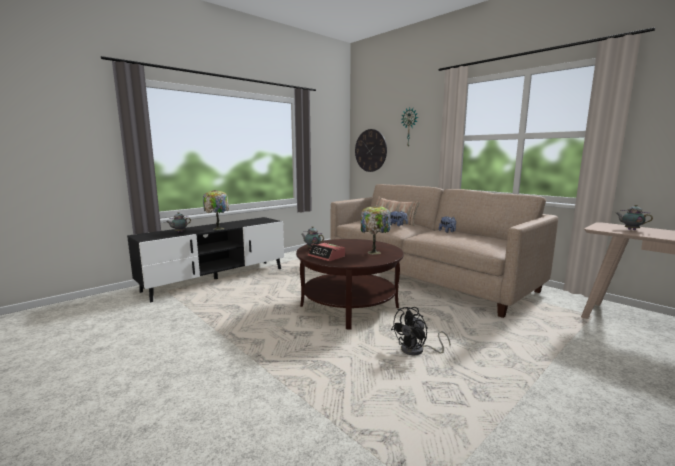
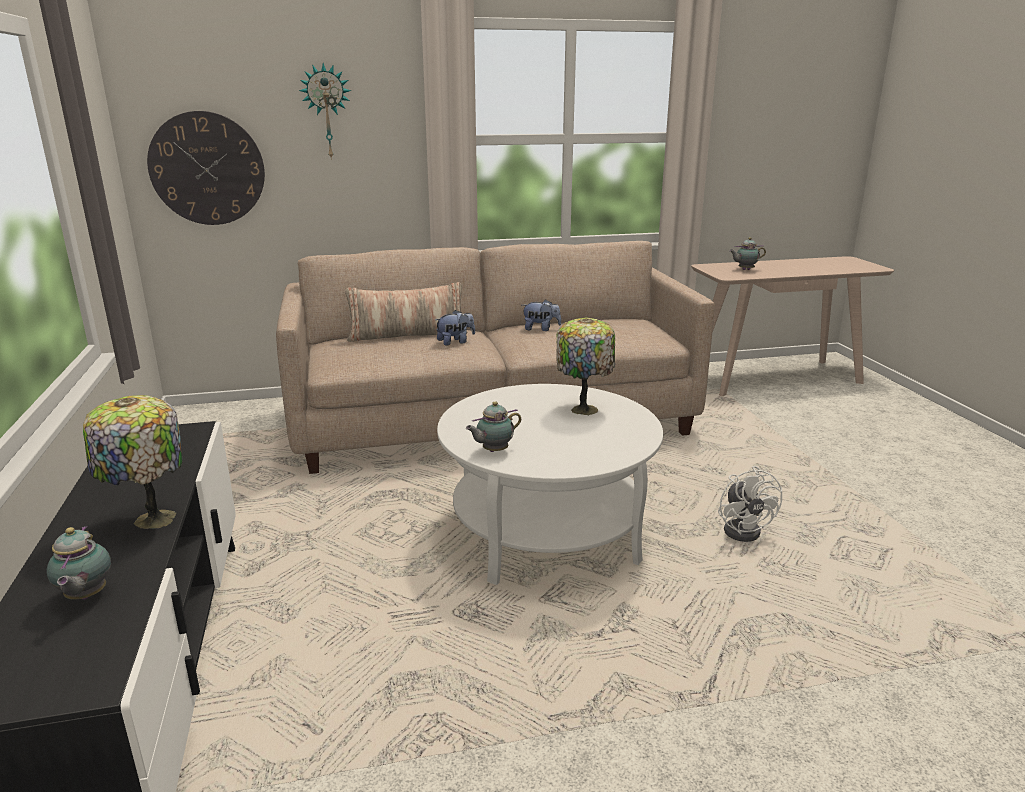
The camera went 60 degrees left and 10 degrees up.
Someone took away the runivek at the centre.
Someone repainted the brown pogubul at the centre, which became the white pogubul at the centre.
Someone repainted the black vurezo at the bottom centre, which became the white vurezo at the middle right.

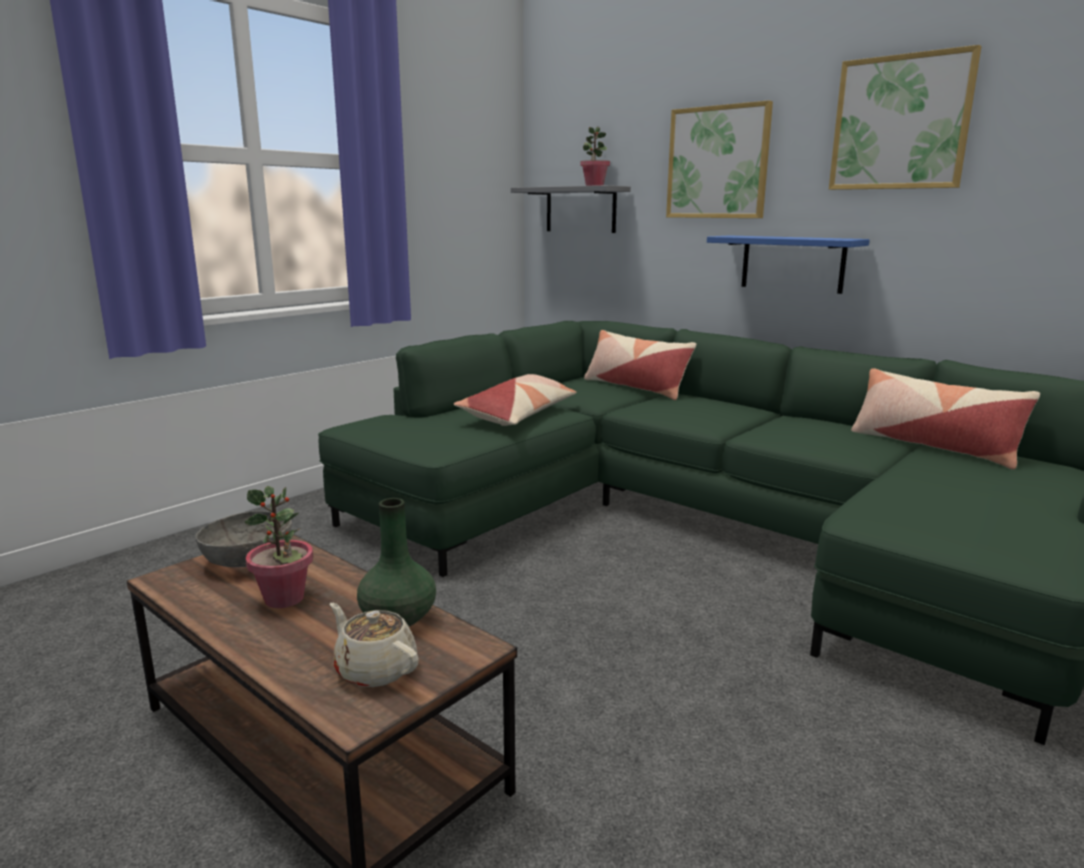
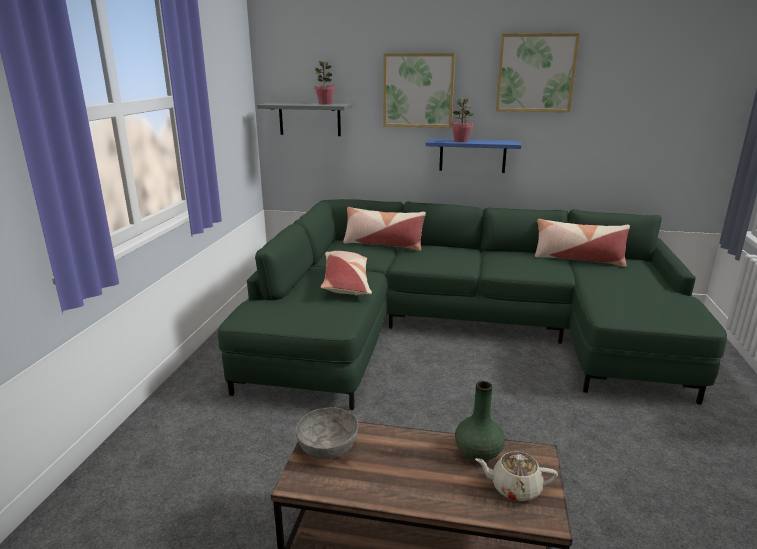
The camera went 30 degrees left and 5 degrees up.
Someone carried the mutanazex (no. 1 from left in the first image) from the middle left to the top centre.

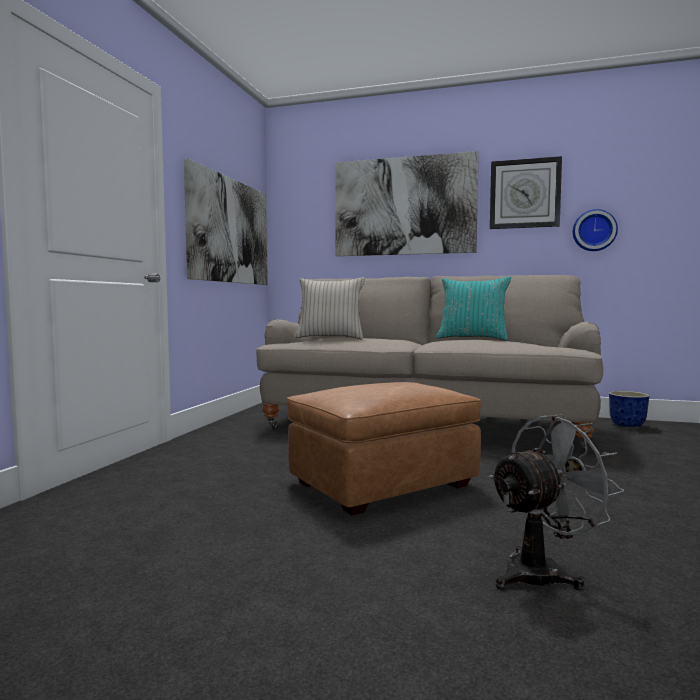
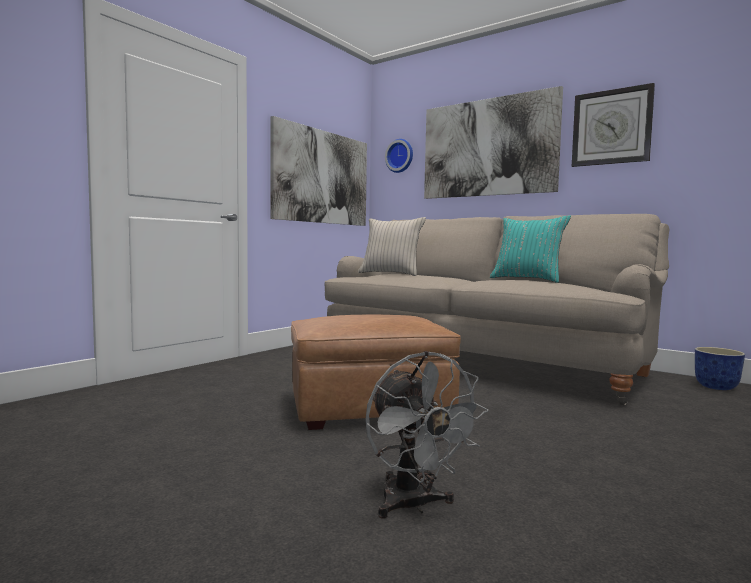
The camera went 20 degrees right and 0 degrees up.
Someone carried the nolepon (no. 2 from left in the first image) from the top right to the top centre.
Someone rotated the grey vurezo at the bottom right by 75 degrees clockwise.

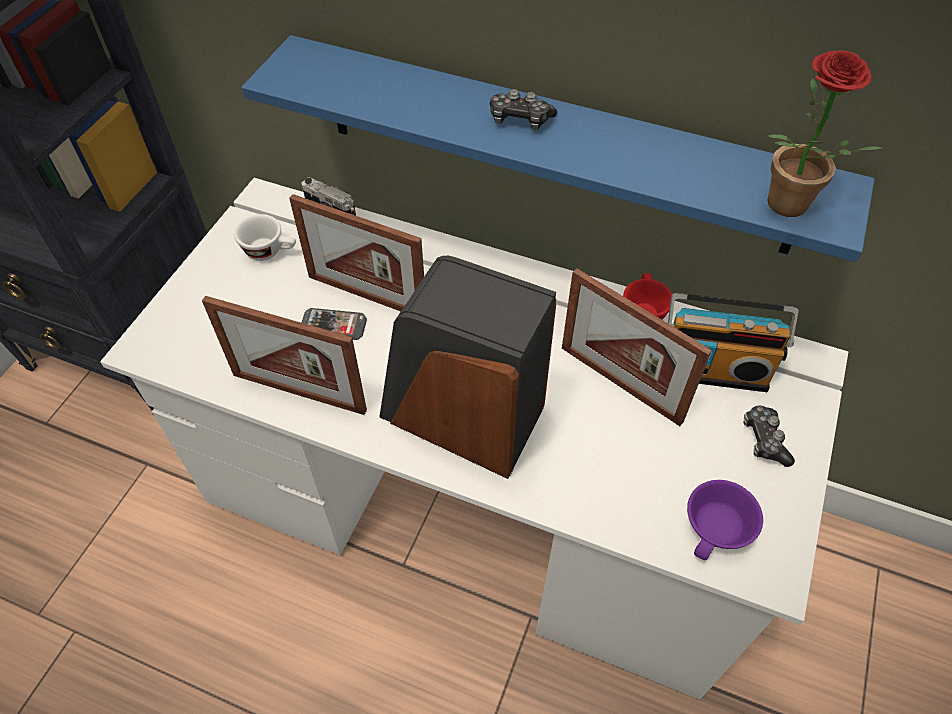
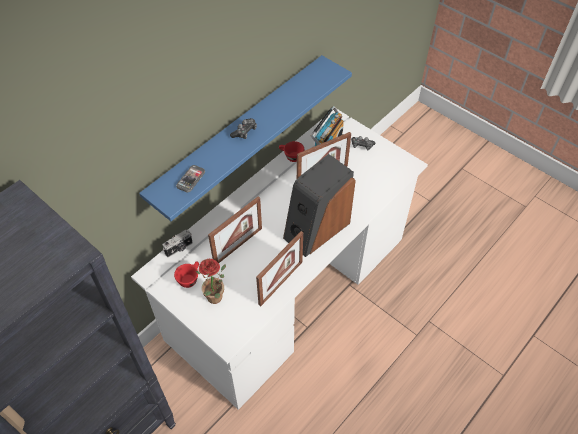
The camera went 70 degrees left and 0 degrees up.
Someone took away the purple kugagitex at the bottom right.
Someone carried the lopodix from the centre to the middle left.
Someone carried the mutanazex from the top right to the centre.
Someone repainted the white kugagitex at the top left, which became the red kugagitex (no. 1 from left) at the middle left.

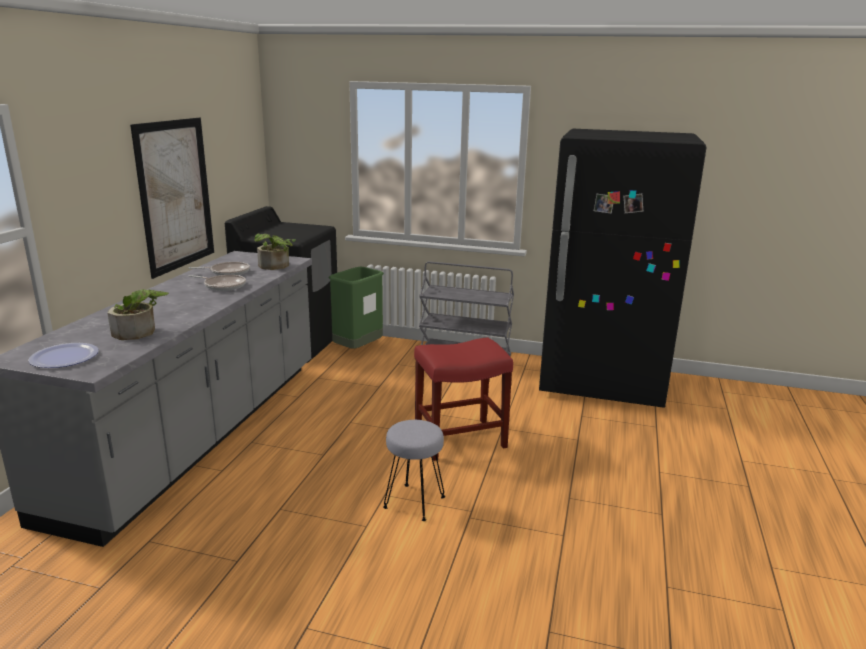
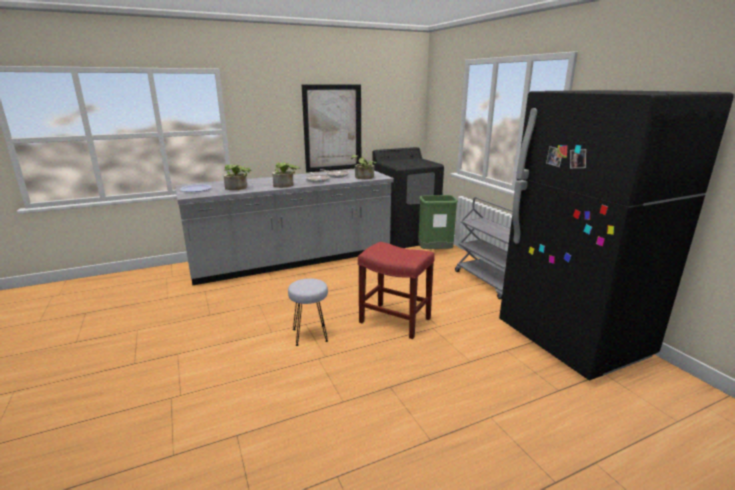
The camera went 50 degrees right and 0 degrees up.
Someone put down the mutanazex (no. 2 from left) at the centre.

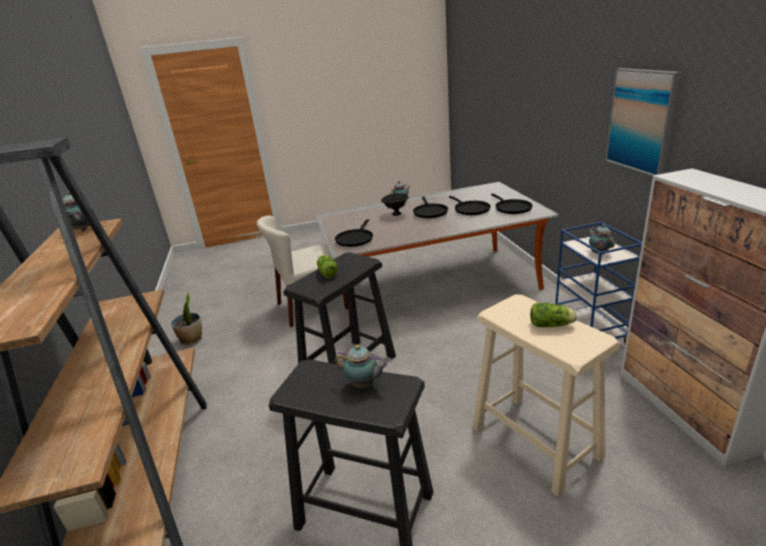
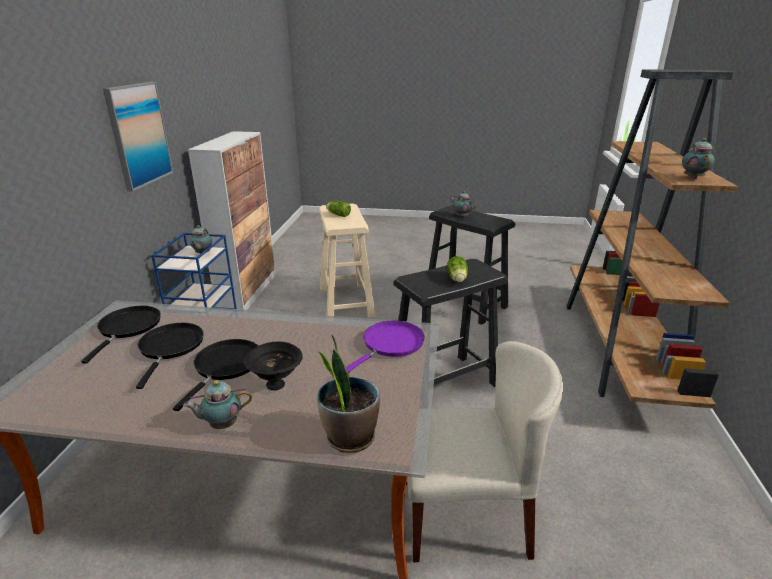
The camera went 160 degrees left and 0 degrees up.
Someone carried the mutanazex from the middle left to the bottom centre.
Someone repainted the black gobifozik (no. 1 from left) at the centre, which became the purple gobifozik at the centre.

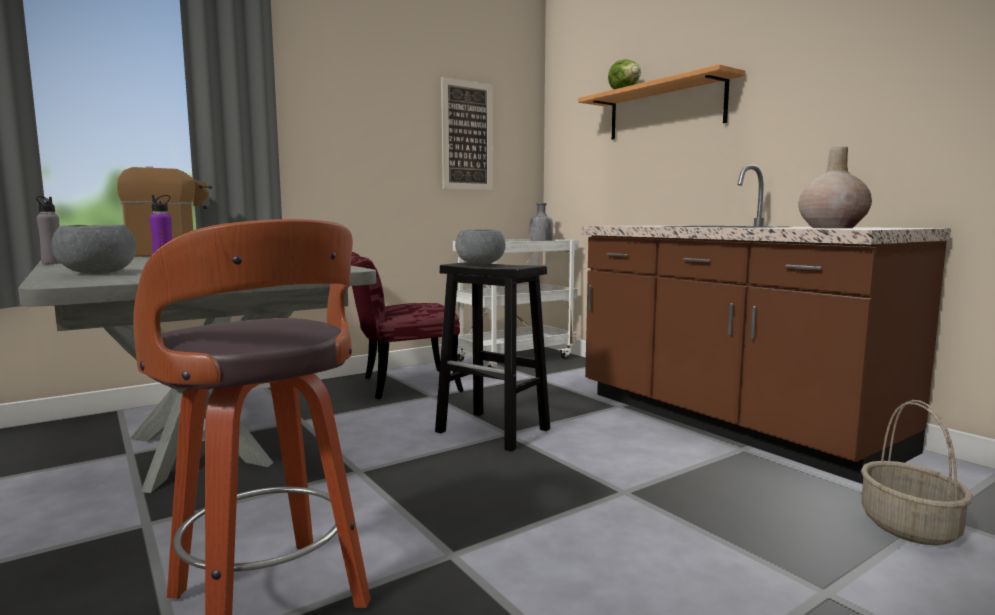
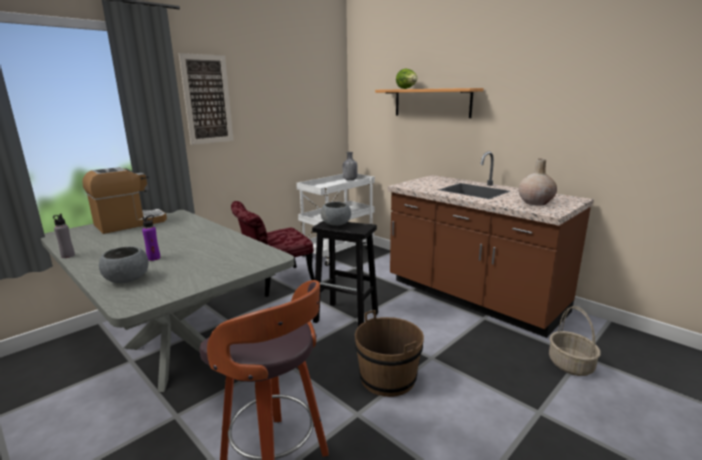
The camera went 10 degrees left and 10 degrees up.
Someone put down the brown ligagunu at the bottom centre.
Someone carried the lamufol from the top centre to the top left.

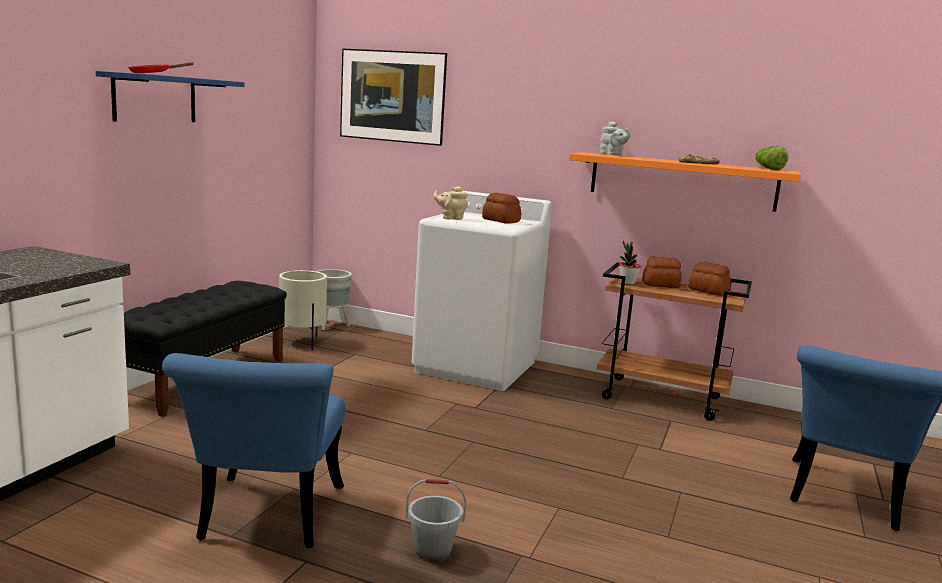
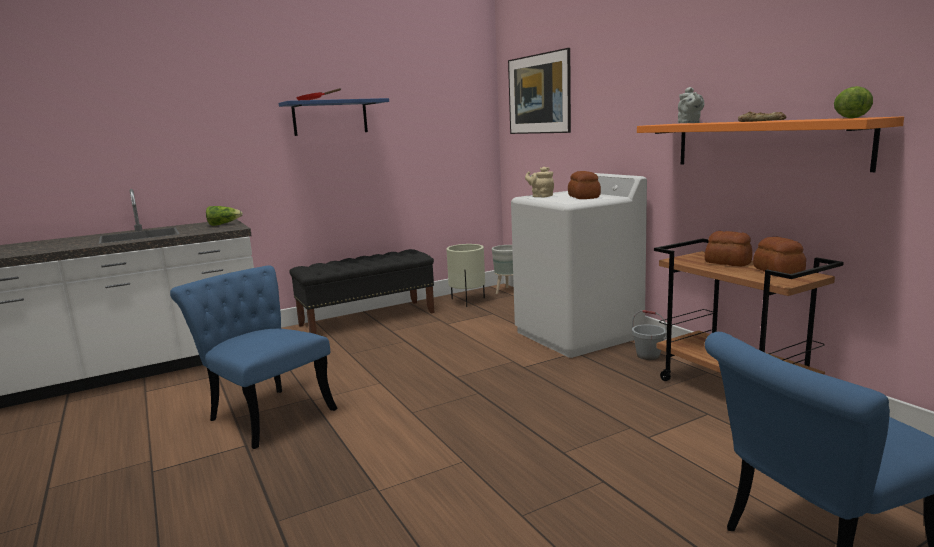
The camera went 40 degrees right and 0 degrees up.
Someone took away the mutanazex at the middle right.
Someone put down the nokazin (no. 1 from left) at the middle left.
Someone carried the grey ligagunu from the bottom centre to the middle right.
Someone rotated the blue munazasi (no. 1 from left) at the bottom left by 90 degrees clockwise.

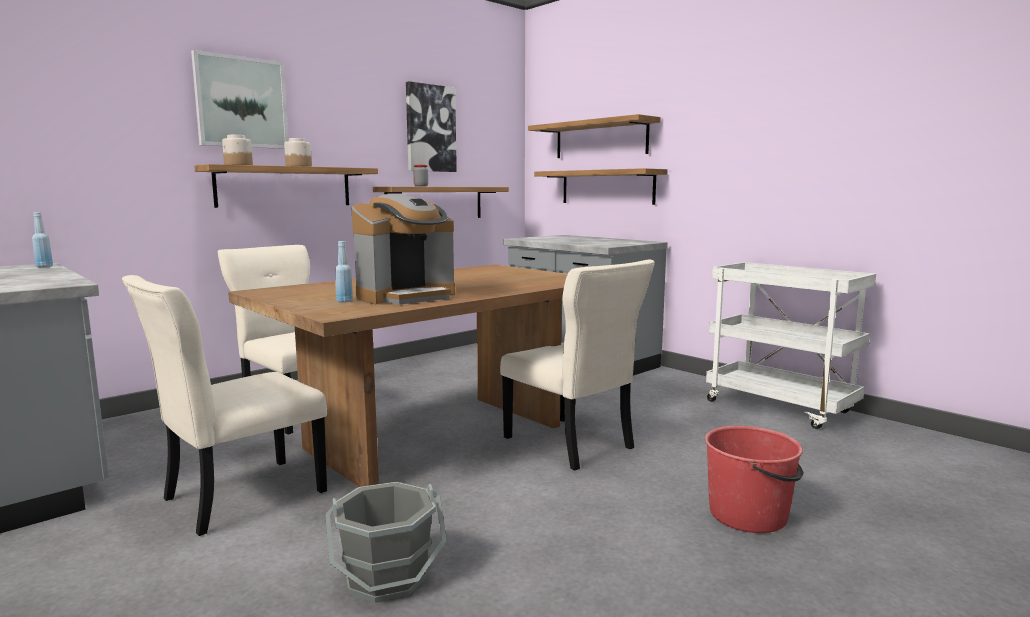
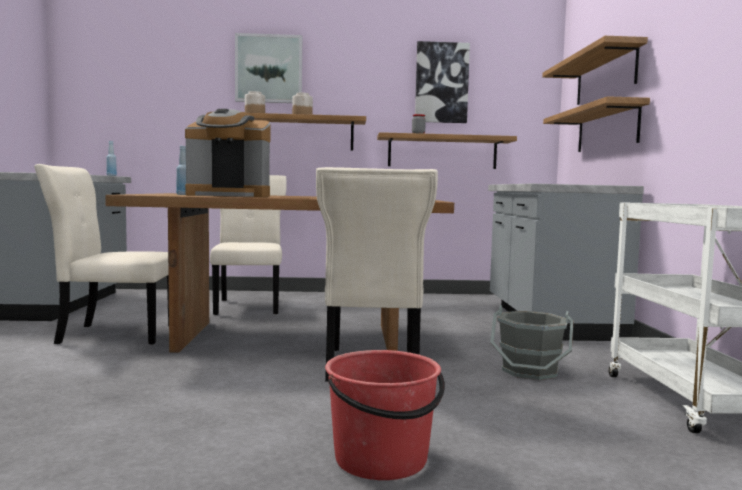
The camera went 40 degrees right and 5 degrees down.
Someone carried the grey ligagunu from the bottom centre to the bottom right.

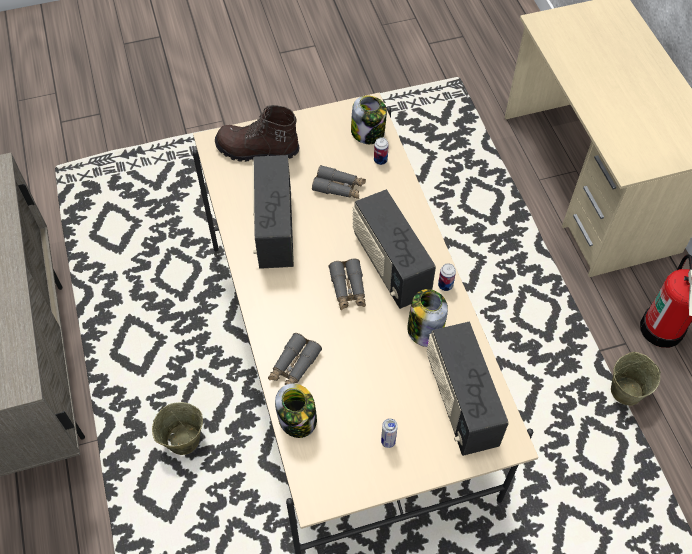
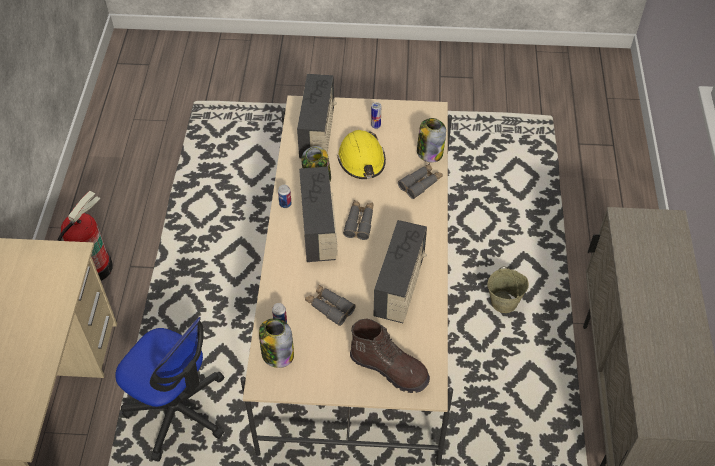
The camera went 160 degrees left and 5 degrees down.
Someone took away the beige ligagunu (no. 2 from left) at the bottom right.
Someone put down the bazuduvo at the bottom left.
Someone put down the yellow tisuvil at the top centre.

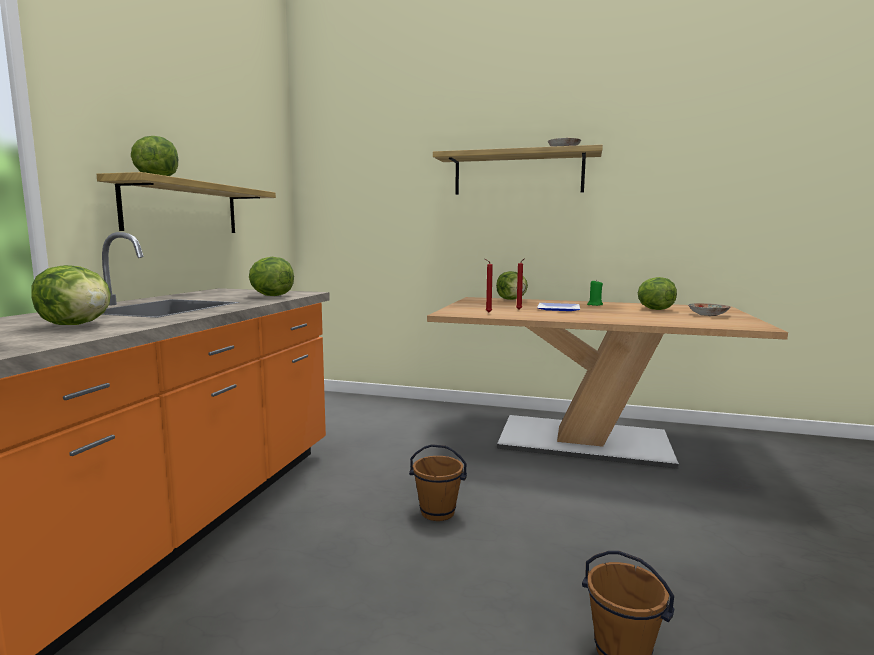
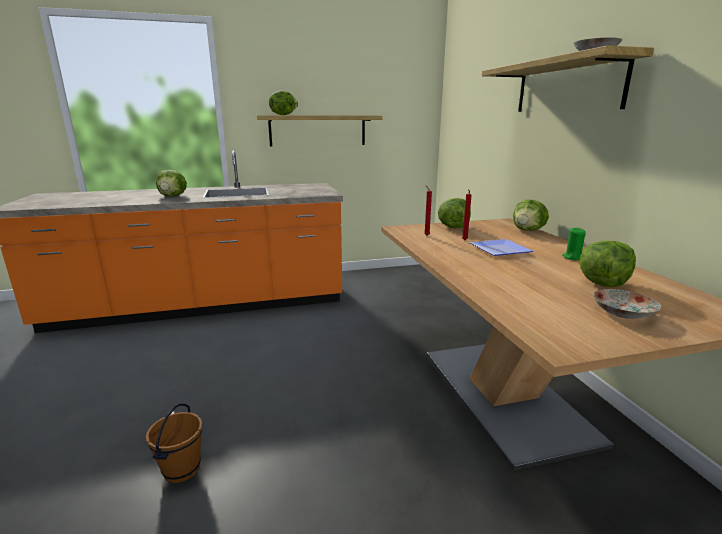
The camera went 60 degrees right and 10 degrees up.
Someone took away the brown ligagunu (no. 1 from left) at the bottom centre.
Someone carried the nokazin (no. 3 from left) from the middle left to the centre.

